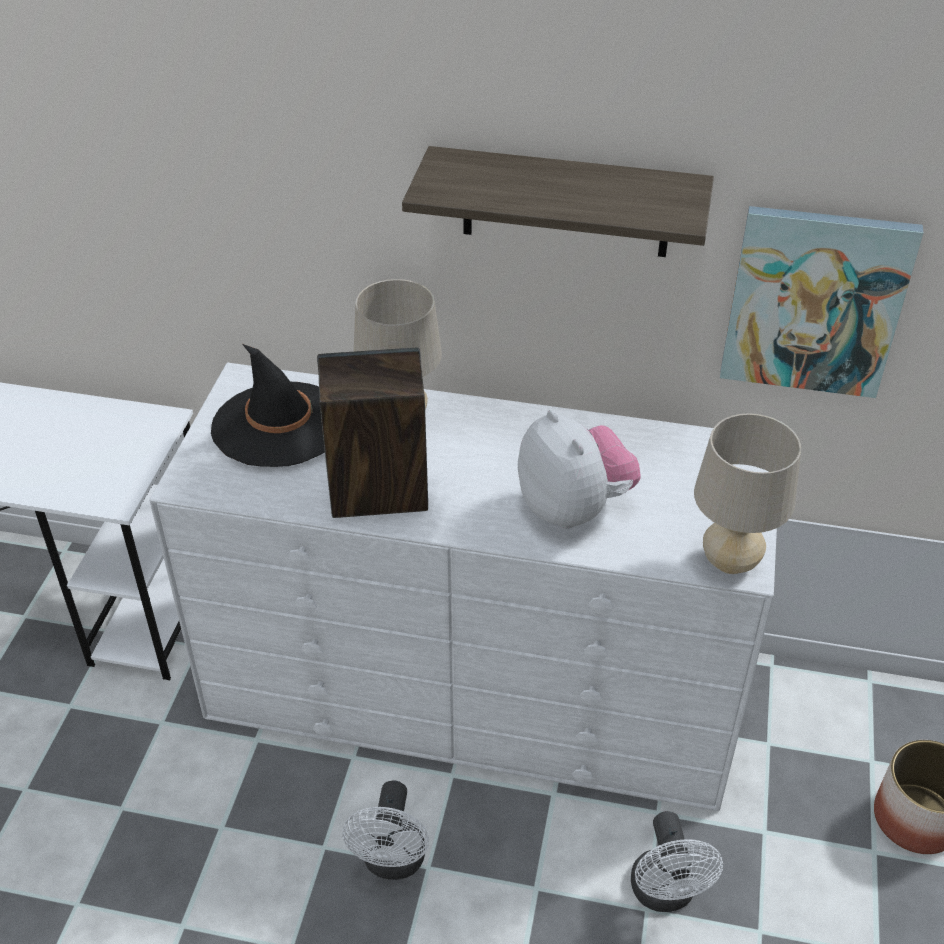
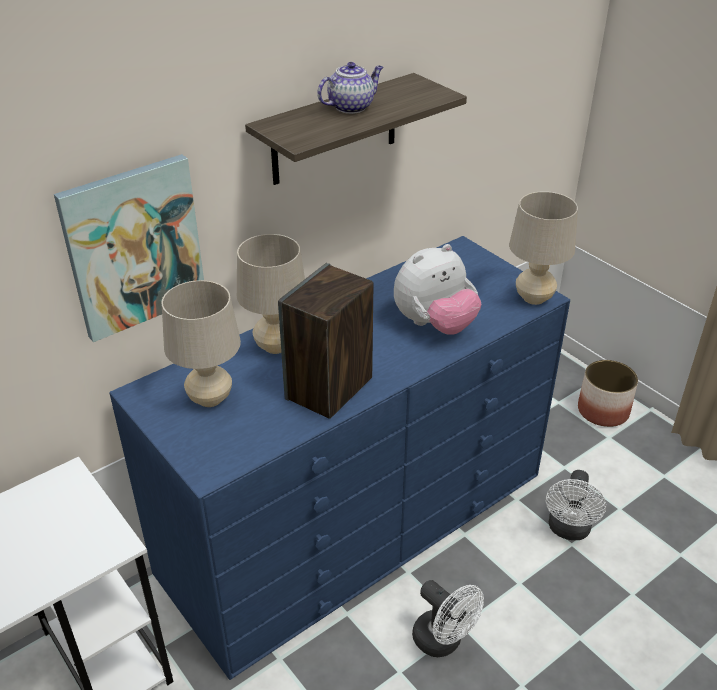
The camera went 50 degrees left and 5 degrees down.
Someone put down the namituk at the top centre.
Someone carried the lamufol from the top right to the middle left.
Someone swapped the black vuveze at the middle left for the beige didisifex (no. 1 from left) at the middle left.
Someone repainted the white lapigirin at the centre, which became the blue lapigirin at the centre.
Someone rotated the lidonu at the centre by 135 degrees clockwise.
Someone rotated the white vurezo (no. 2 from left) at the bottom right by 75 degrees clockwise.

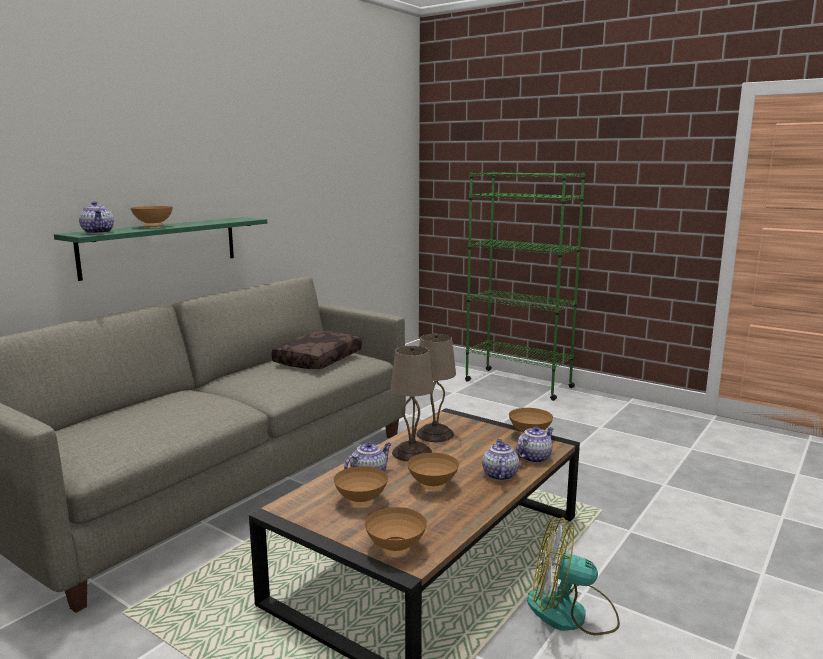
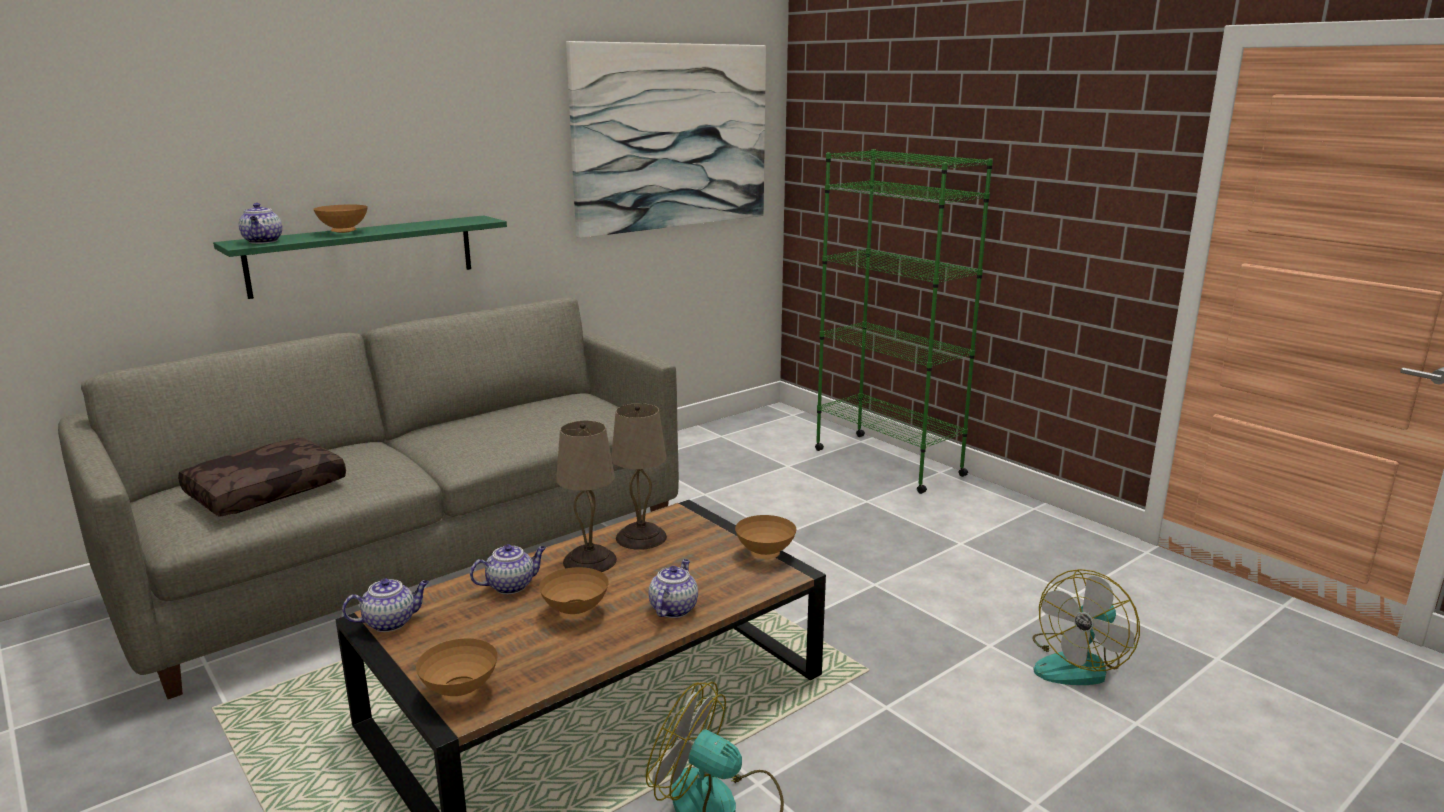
The camera went 15 degrees right and 5 degrees up.
Someone took away the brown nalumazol (no. 2 from left) at the bottom centre.
Someone put up the lamufol at the top centre.
Someone put down the vurezo (no. 2 from left) at the bottom right.
Someone carried the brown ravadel from the centre to the middle left.
Someone carried the namituk (no. 4 from left in the first image) from the bottom centre to the bottom left.

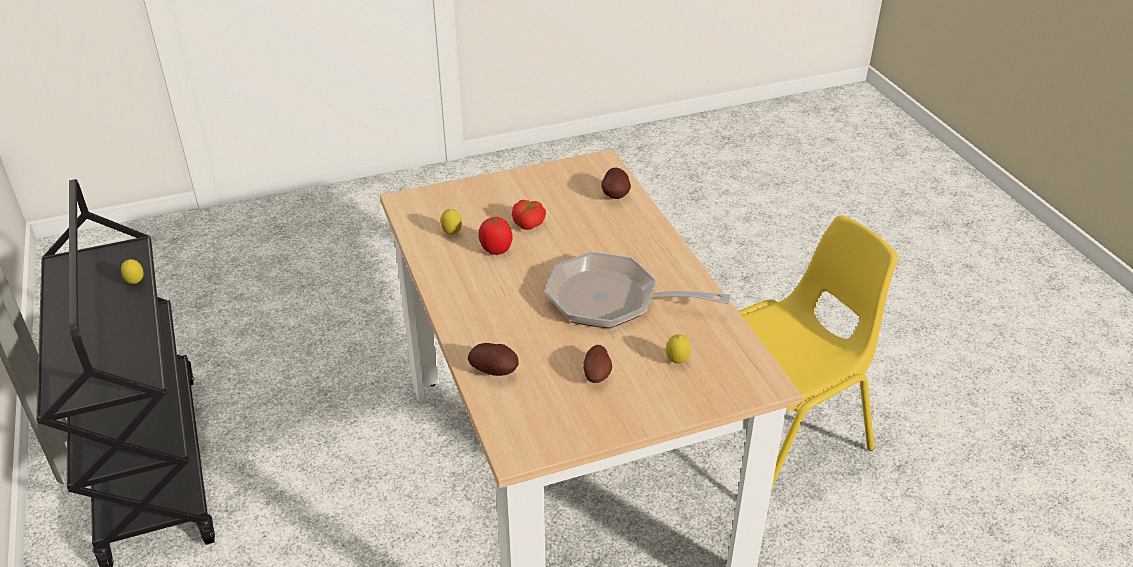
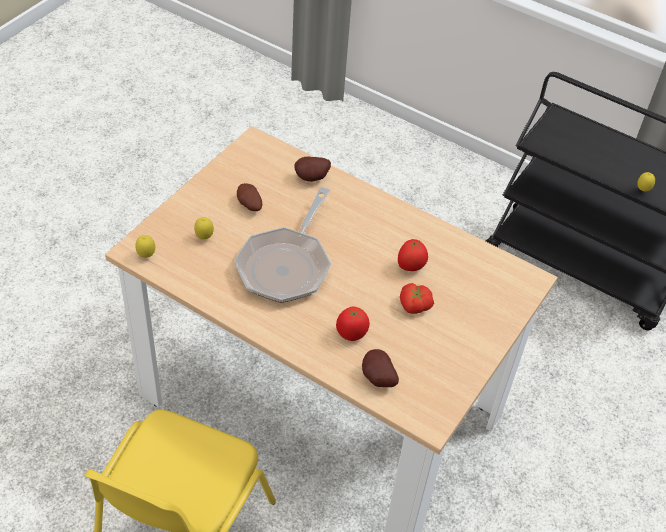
The camera went 140 degrees right and 10 degrees up.
Someone put down the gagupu (no. 1 from left) at the centre.
Someone carried the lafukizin (no. 2 from left in the first image) from the centre to the middle left.
Someone rotated the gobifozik at the centre by 135 degrees clockwise.

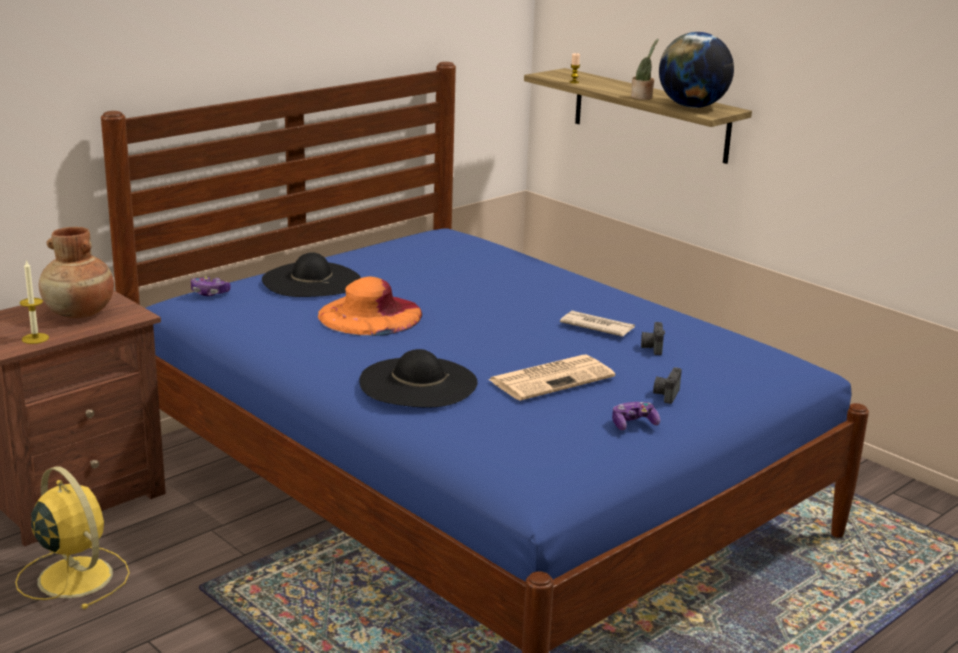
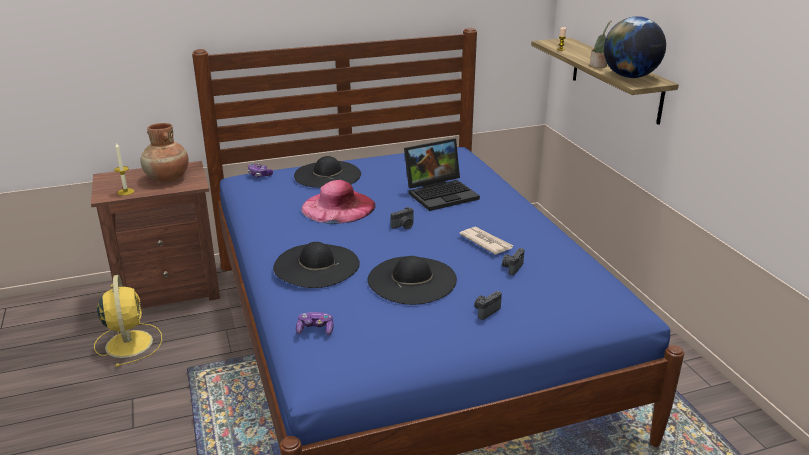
The camera went 25 degrees right and 5 degrees up.
Someone put down the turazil (no. 1 from left) at the centre.
Someone put down the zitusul at the centre.
Someone carried the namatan (no. 2 from left) from the centre to the bottom centre.
Someone swapped the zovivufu (no. 1 from left) at the centre for the black vuveze (no. 3 from left) at the centre.
Someone repainted the orange vuveze at the centre, which became the pink vuveze at the centre.

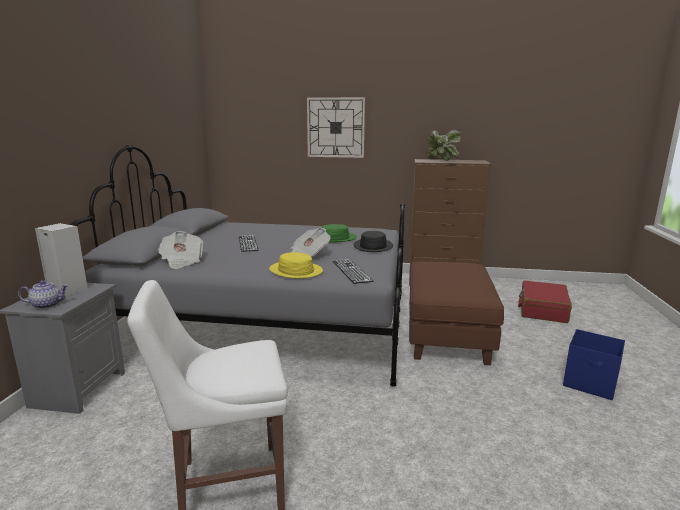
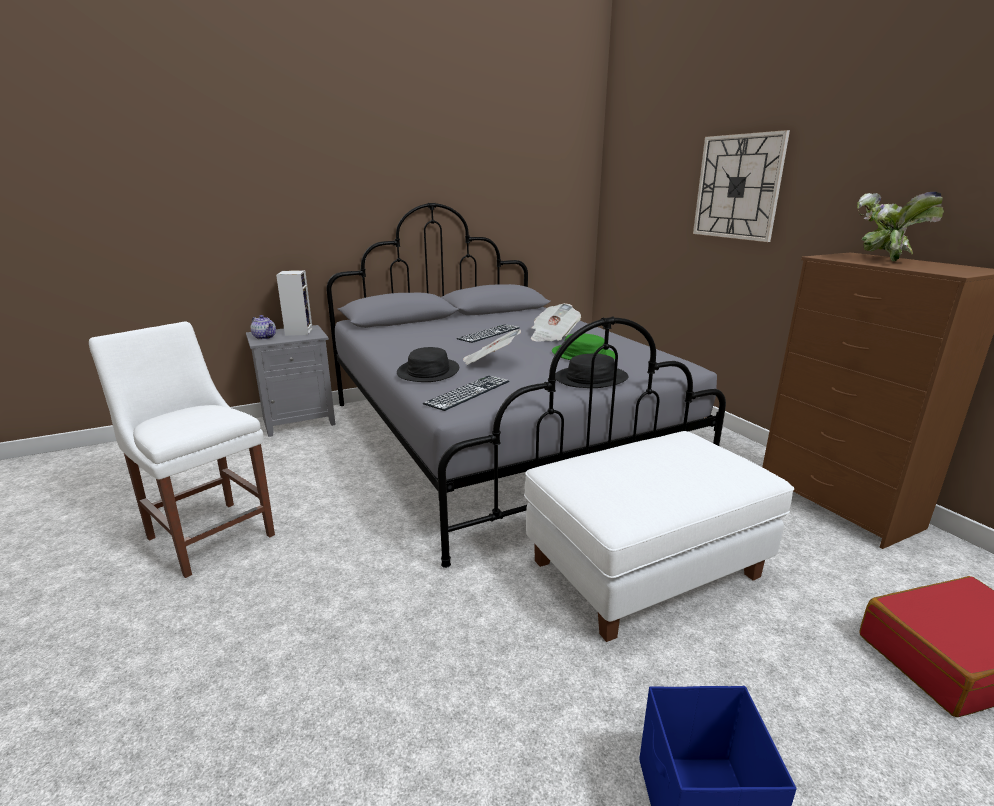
The camera went 55 degrees right and 5 degrees up.
Someone carried the zovivufu (no. 1 from left in the first image) from the middle left to the centre.
Someone repainted the yellow vuveze at the centre, which became the black vuveze (no. 1 from left) at the centre.
Someone repainted the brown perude at the middle right, which became the white perude at the centre.

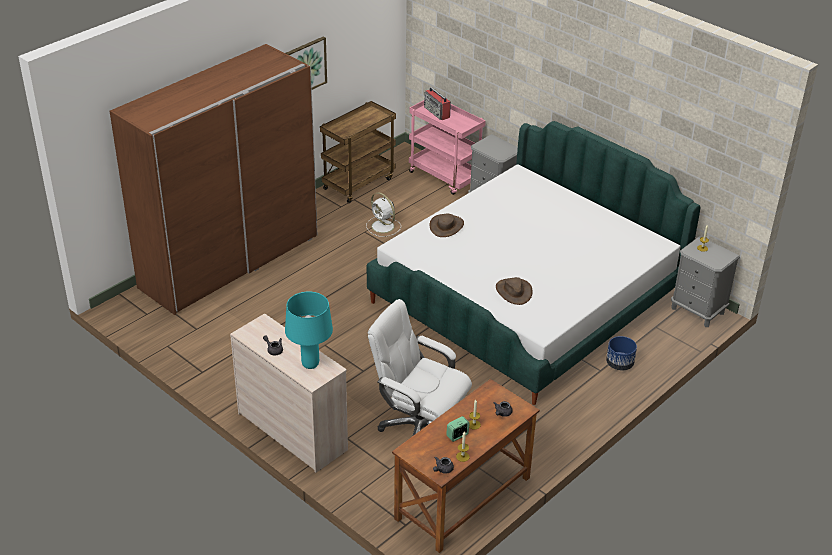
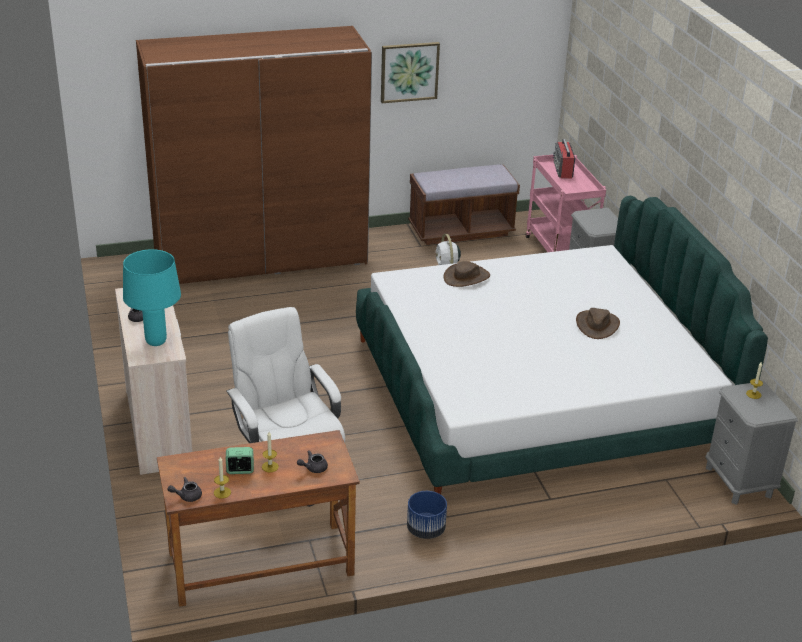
The camera went 30 degrees right and 5 degrees down.
Someone carried the brown vuveze (no. 2 from left) from the centre to the middle right.
Someone carried the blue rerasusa from the middle right to the bottom centre.
Someone swapped the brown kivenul at the top centre for the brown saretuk at the top centre.

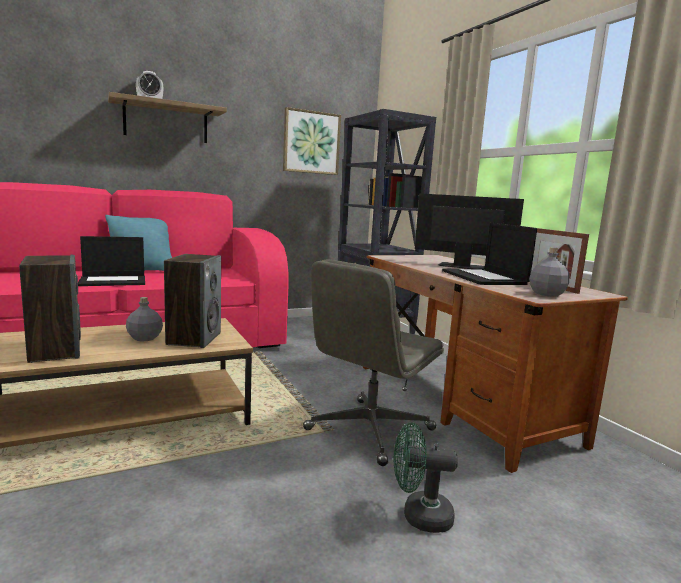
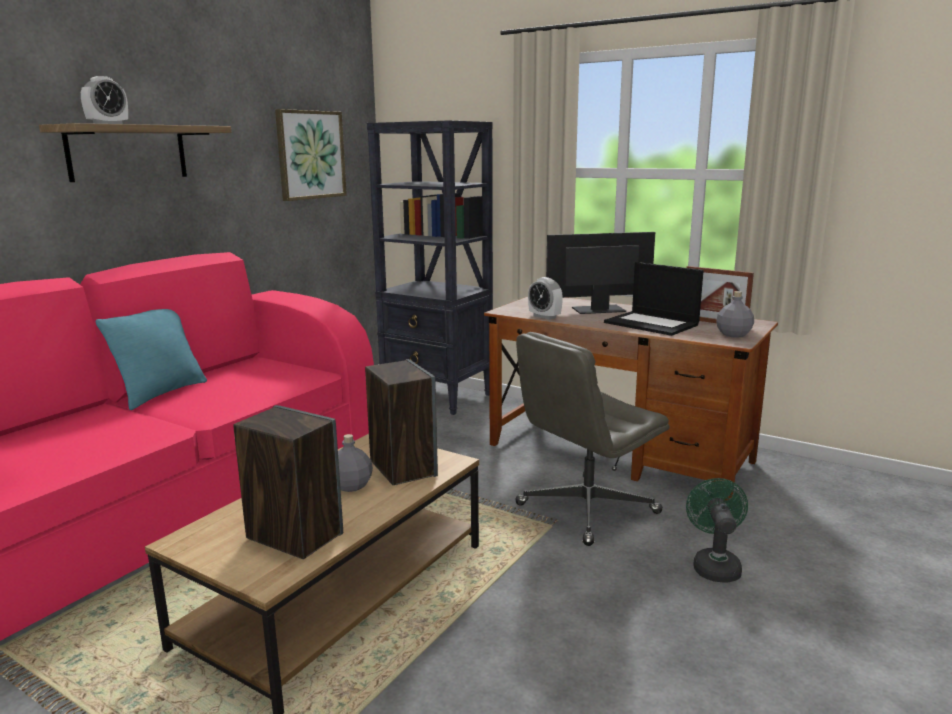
The camera went 30 degrees left and 5 degrees up.
Someone took away the zitusul (no. 1 from left) at the middle left.
Someone put down the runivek (no. 2 from left) at the centre.
Someone rotated the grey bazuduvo at the centre by 45 degrees clockwise.
Someone rotated the green vurezo at the bottom centre by 120 degrees clockwise.

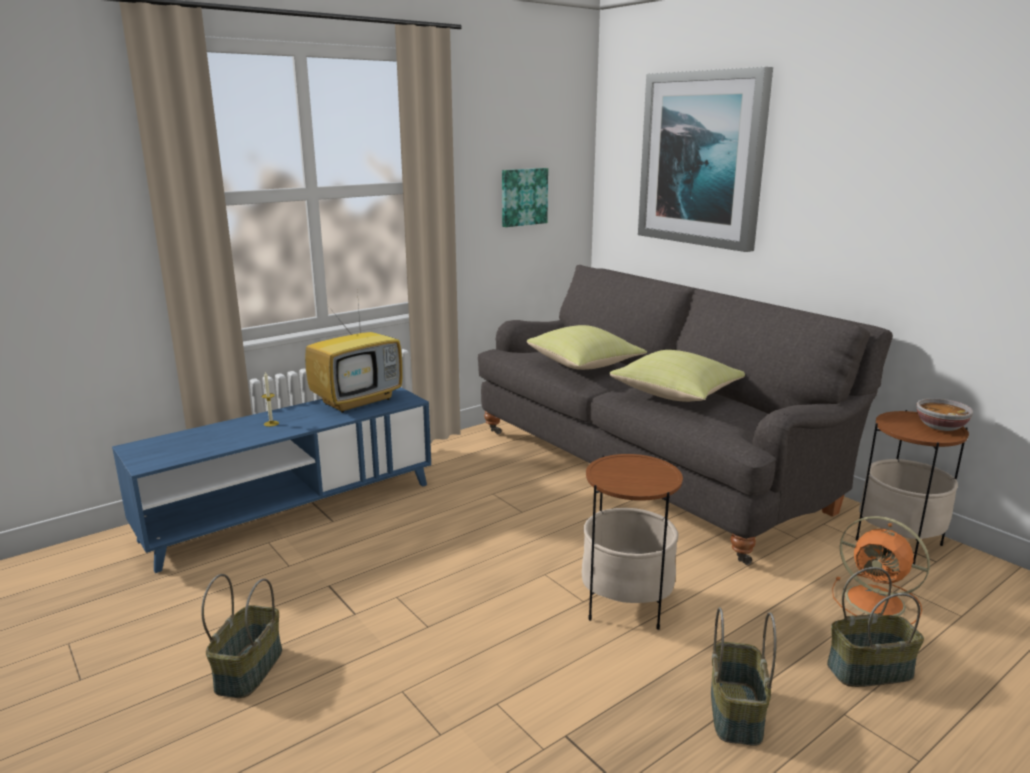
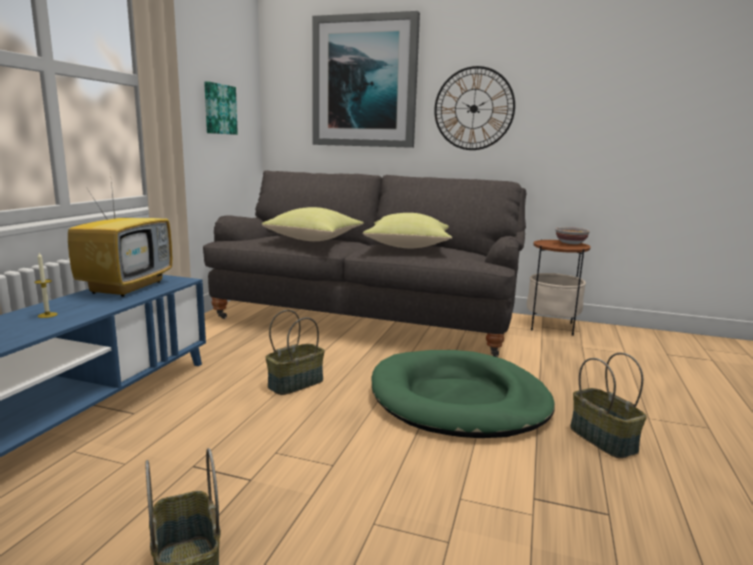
The camera went 35 degrees left and 5 degrees down.
Someone took away the orange vurezo at the bottom right.
Someone put up the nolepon at the top centre.
Someone carried the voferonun (no. 3 from left in the first image) from the bottom right to the centre.
Someone swapped the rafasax (no. 1 from left) at the bottom centre for the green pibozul at the bottom centre.

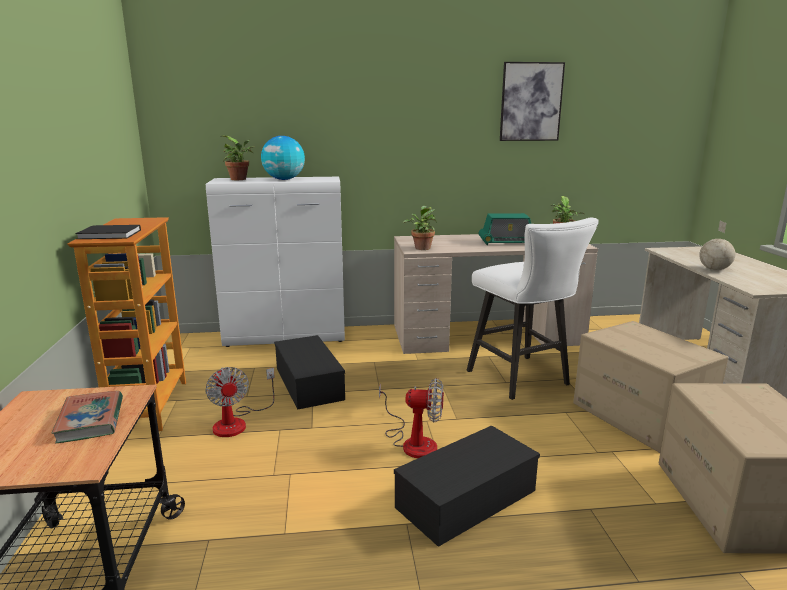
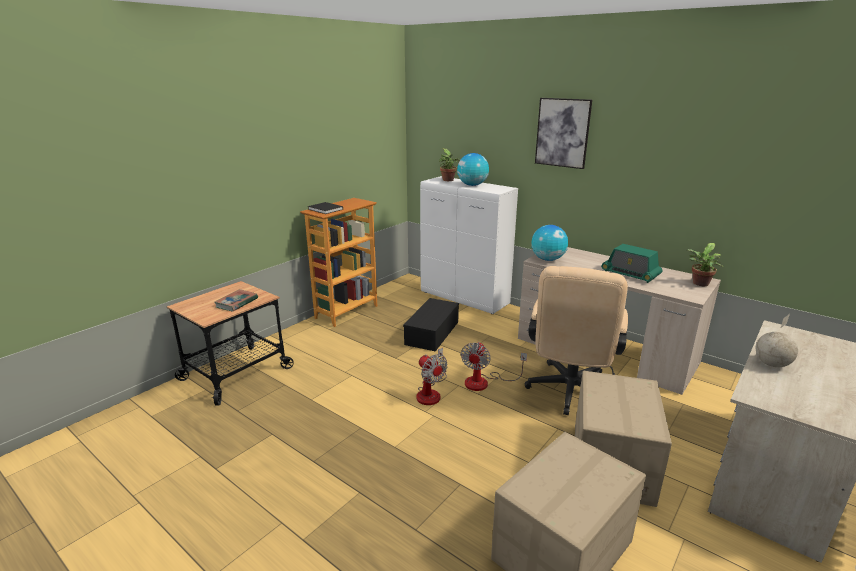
The camera went 45 degrees right and 5 degrees up.
Someone took away the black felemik (no. 2 from left) at the bottom centre.
Someone carried the vurezo (no. 1 from left in the first image) from the bottom left to the centre.
Someone carried the lamufol from the top right to the top centre.
Someone swapped the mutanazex (no. 2 from left) at the centre for the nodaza (no. 2 from left) at the centre.
Someone swapped the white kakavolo at the middle right for the beige bazuduvo at the middle right.

